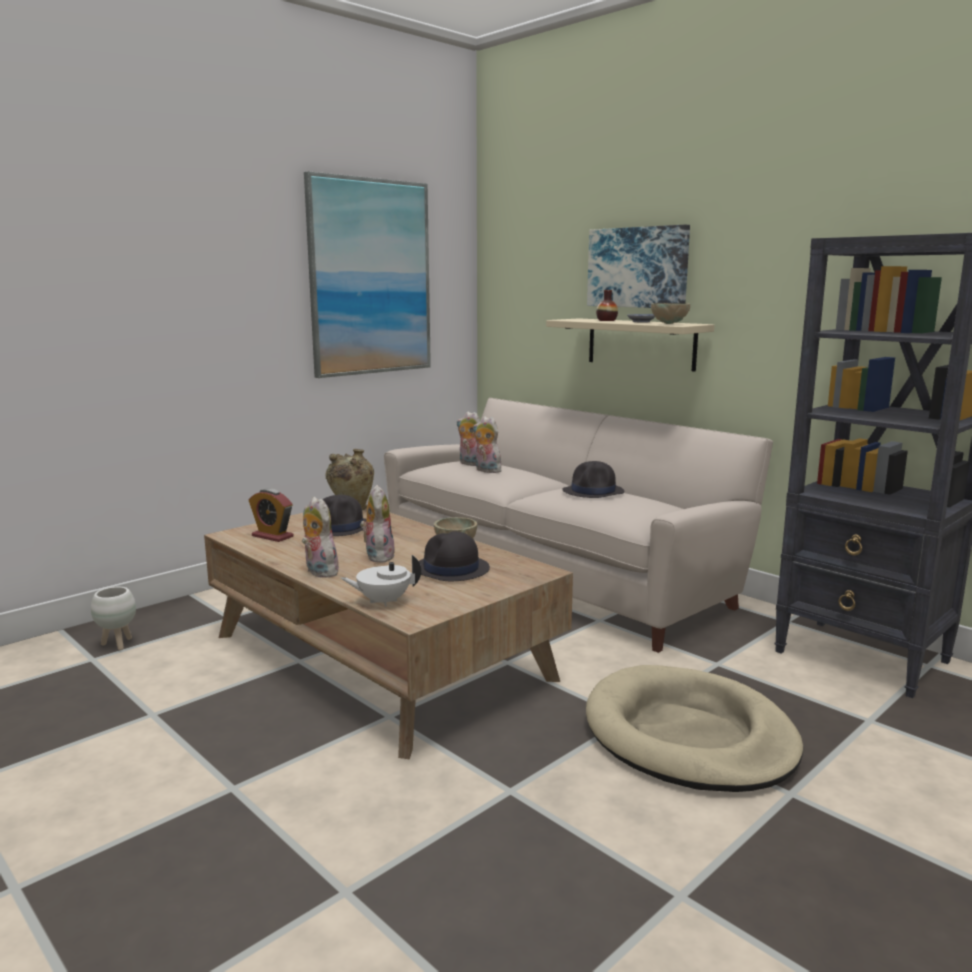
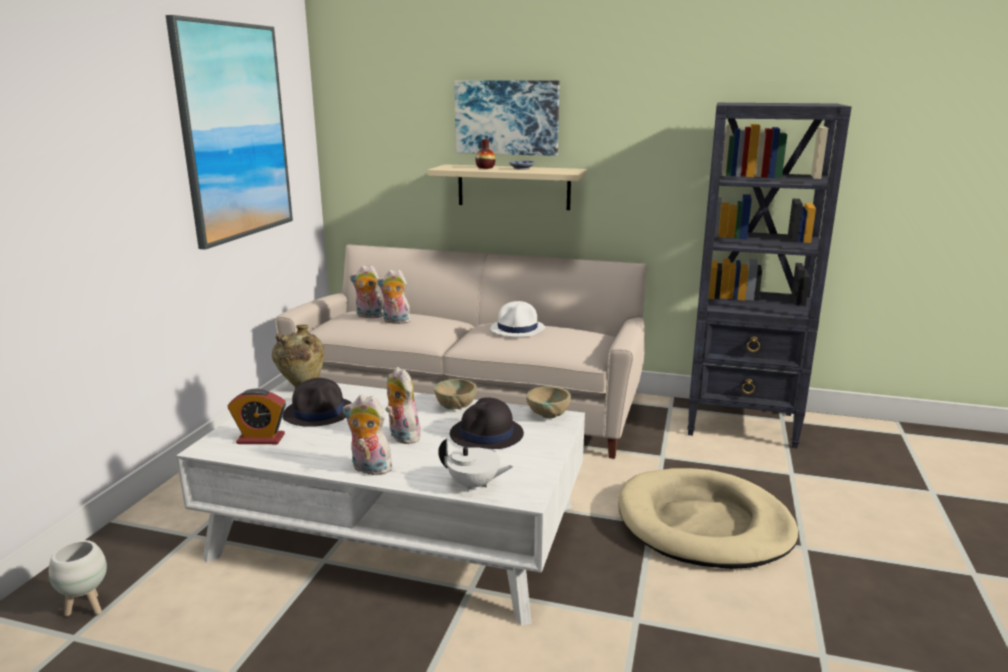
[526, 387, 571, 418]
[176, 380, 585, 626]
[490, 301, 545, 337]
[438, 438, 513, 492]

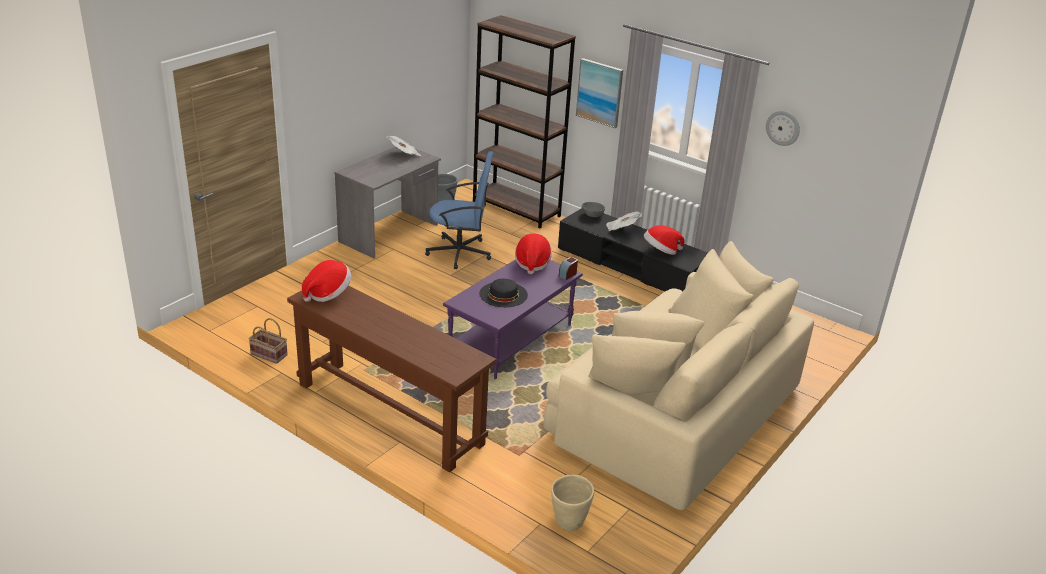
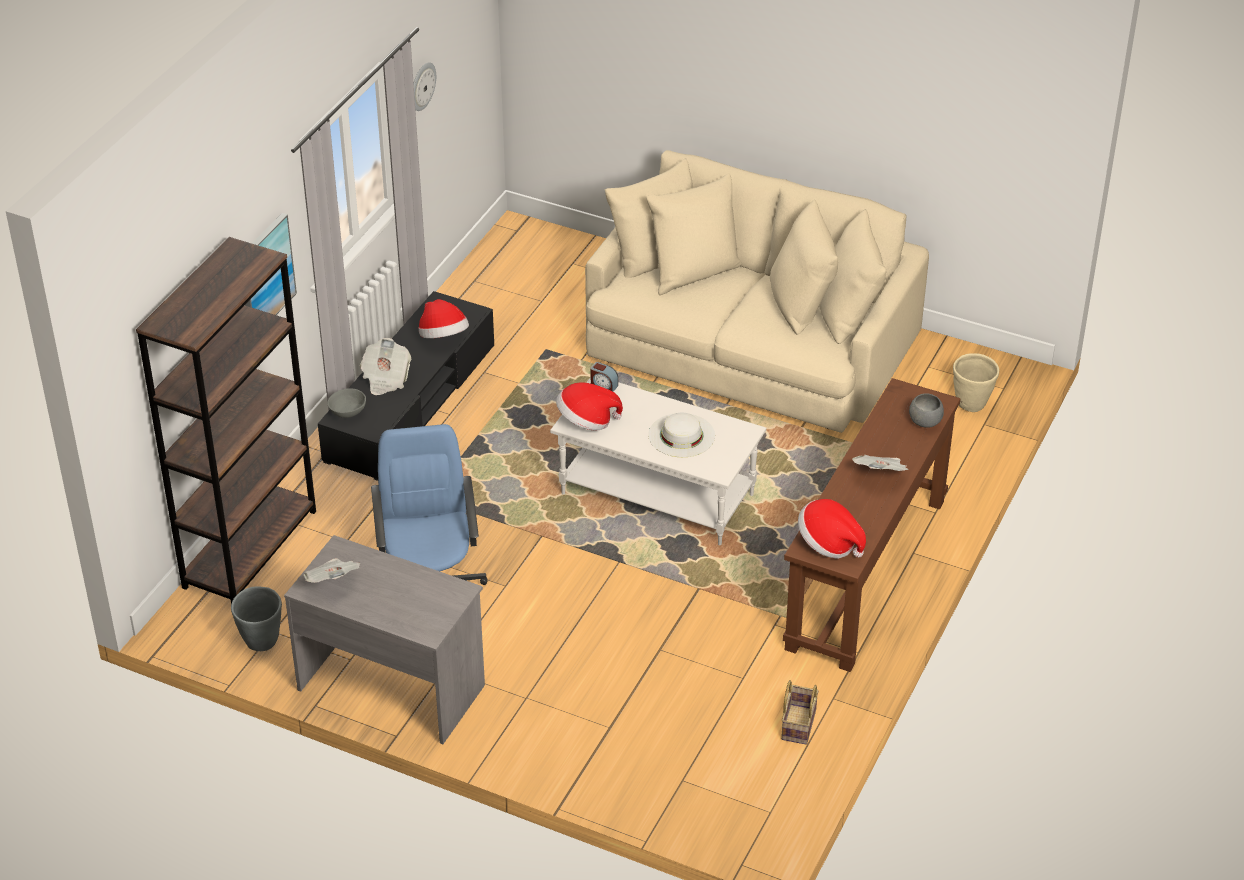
[852, 455, 909, 471]
[909, 394, 944, 428]
[550, 377, 766, 546]
[648, 413, 715, 457]

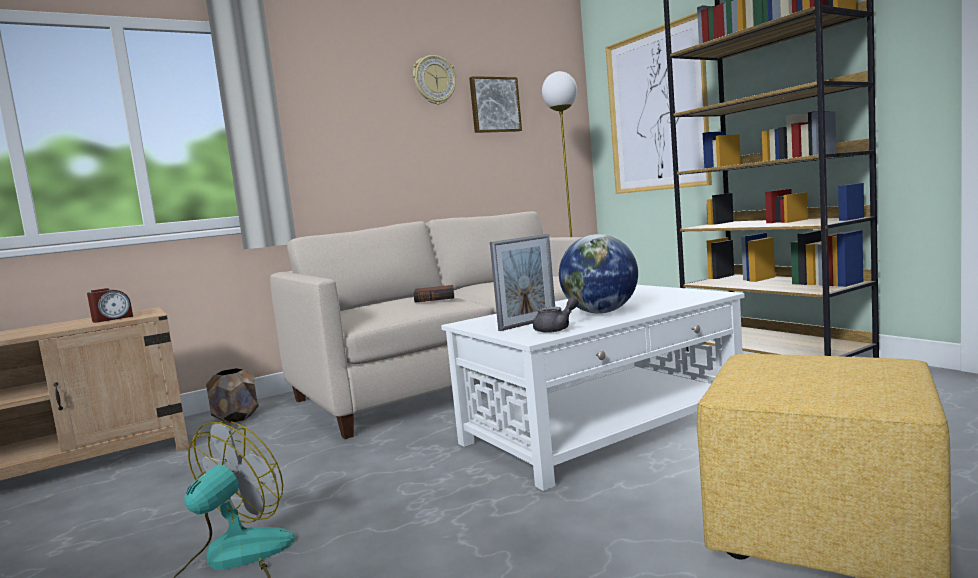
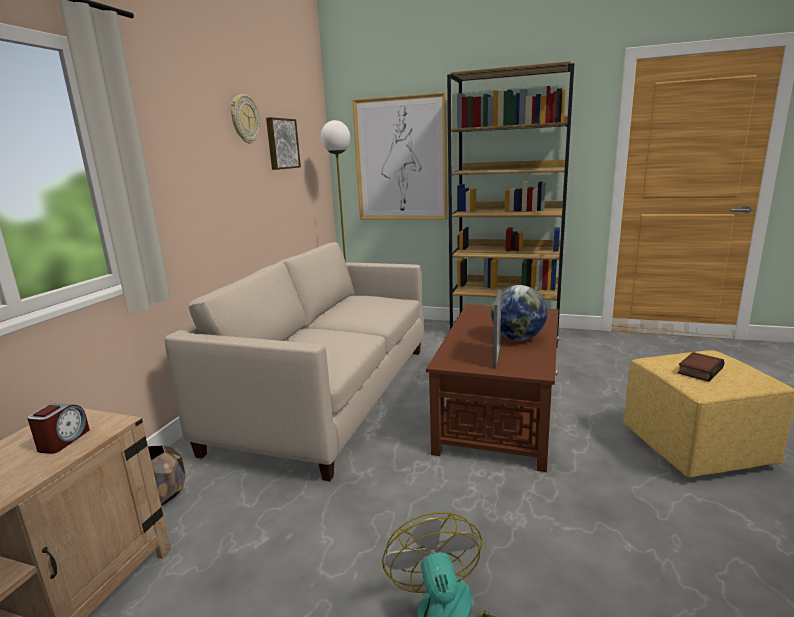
[533, 297, 579, 333] (first image)
[677, 352, 725, 382]
[426, 304, 559, 472]

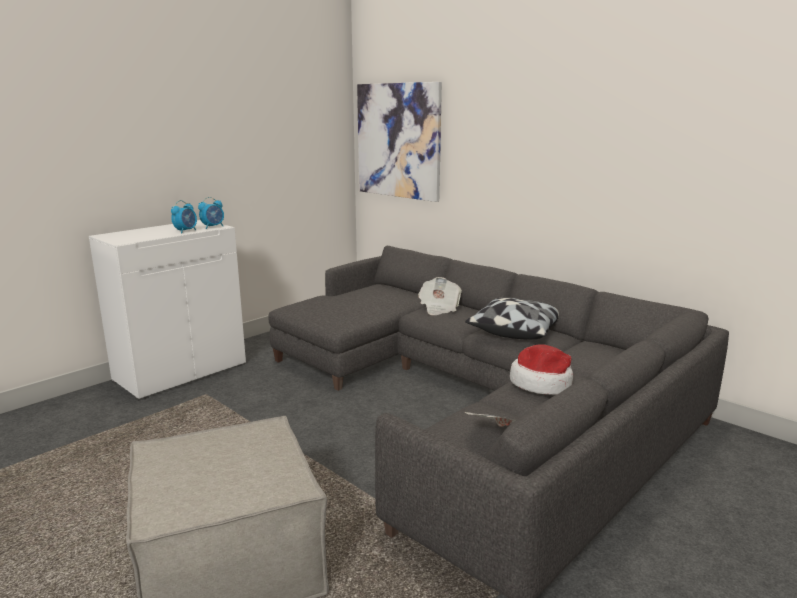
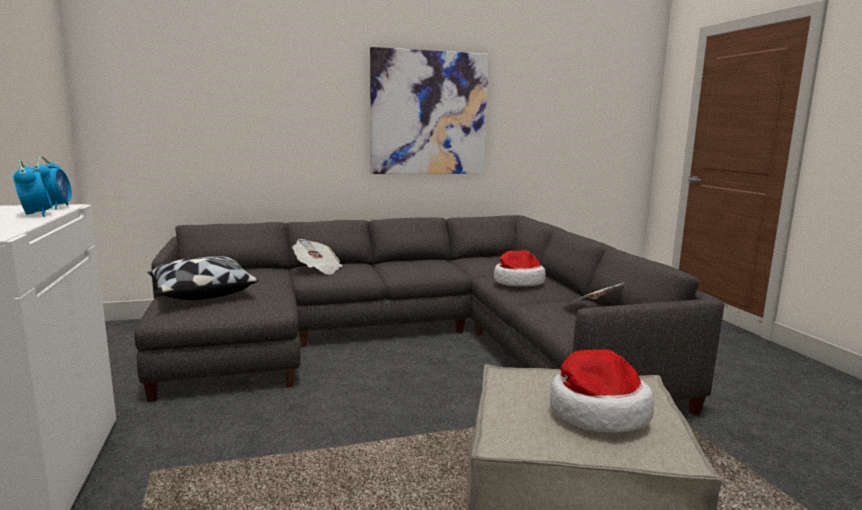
[550, 349, 654, 433]
[370, 47, 489, 174]
[148, 256, 258, 300]

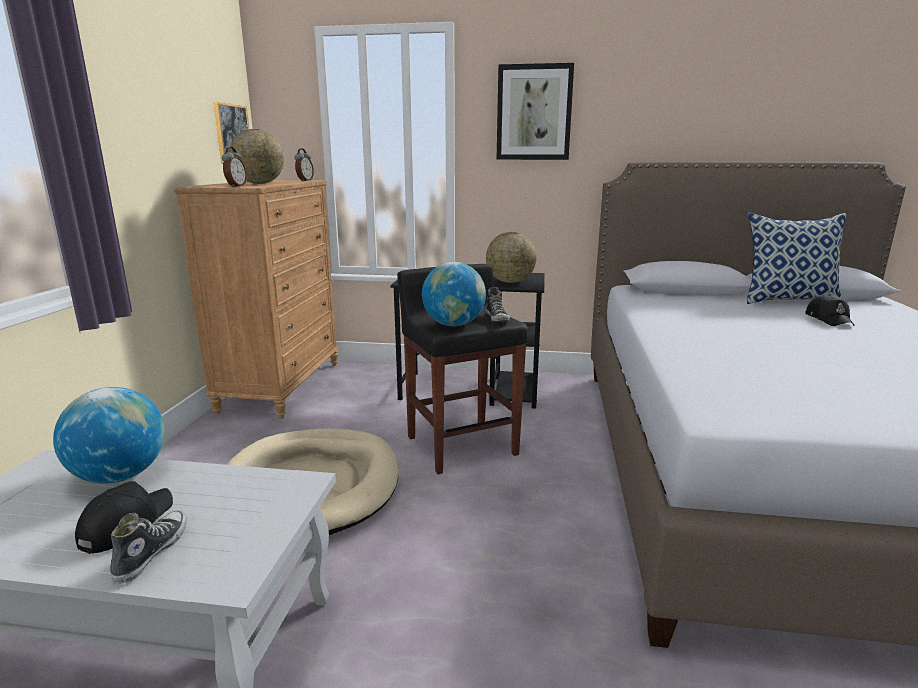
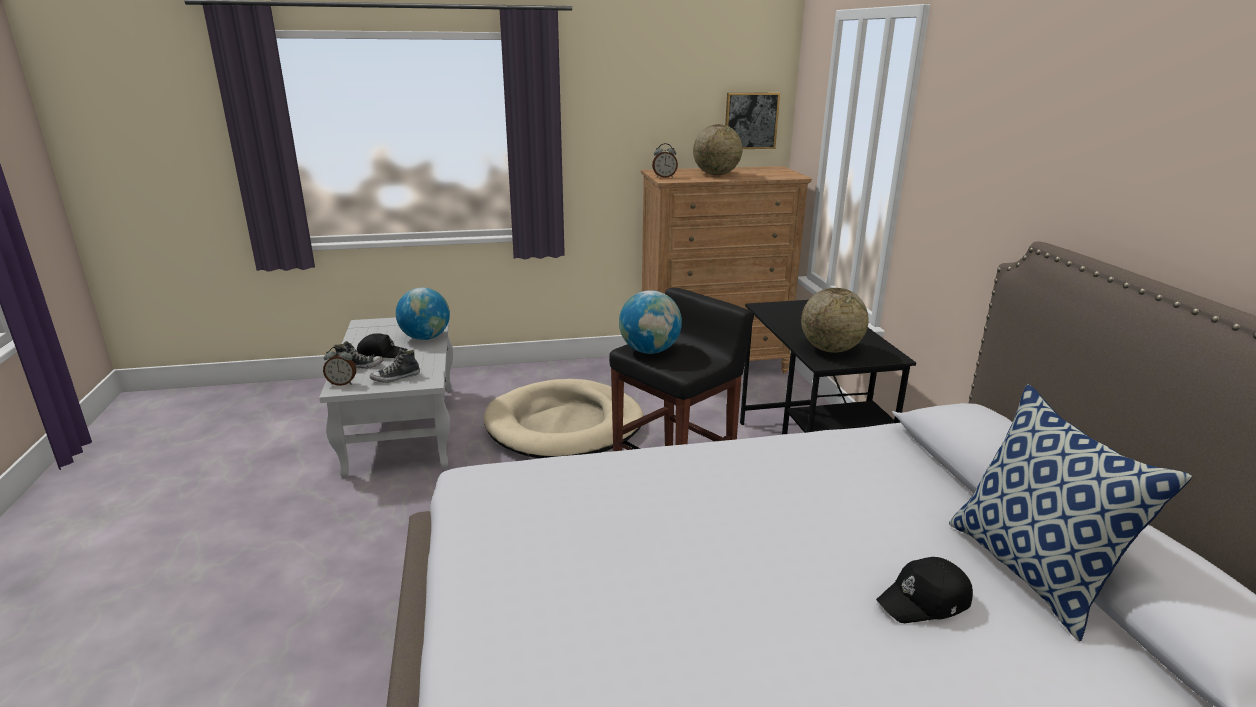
[497, 63, 574, 160] (first image)
[323, 346, 356, 386]
[370, 349, 420, 383]

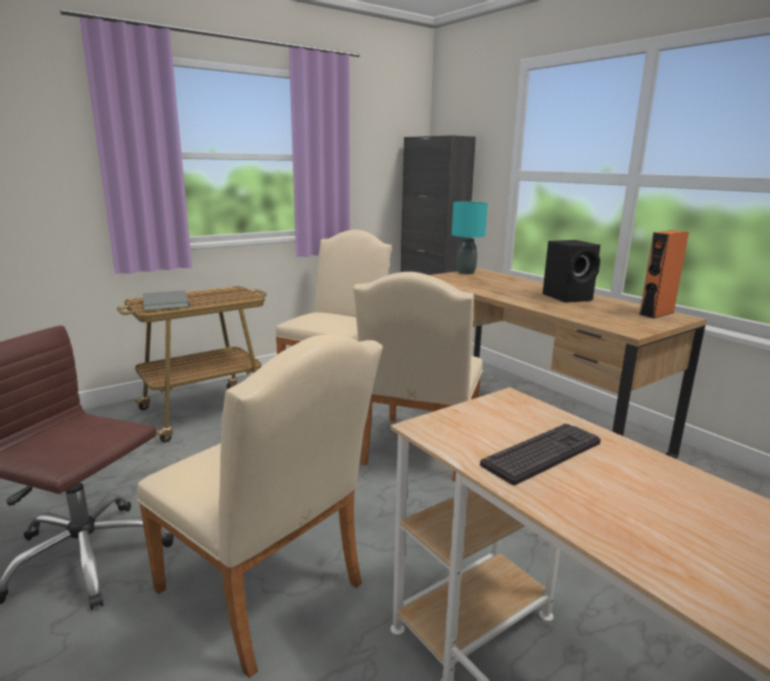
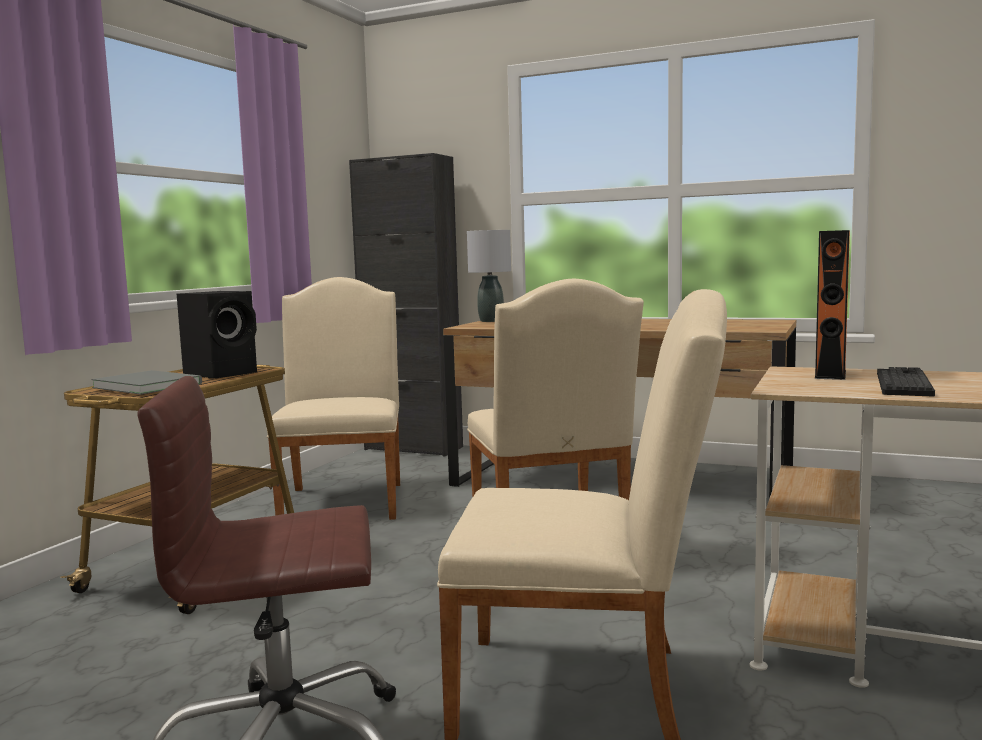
[177, 291, 257, 379]
[814, 230, 850, 380]
[467, 230, 511, 322]

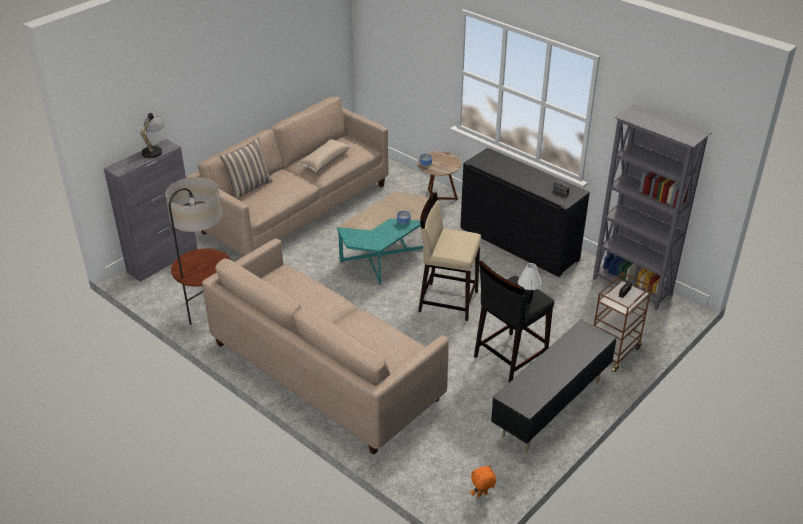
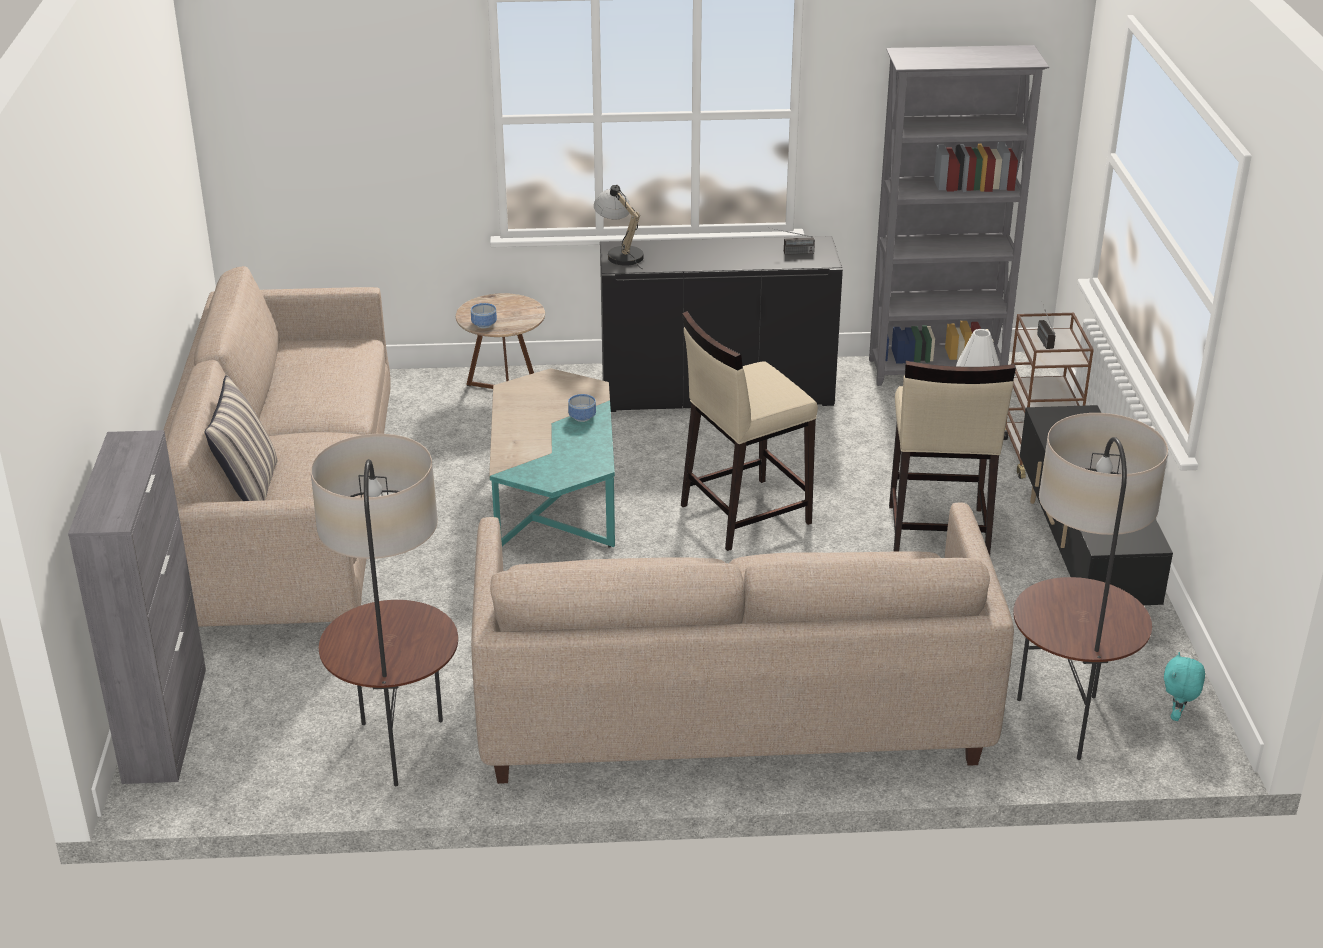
[298, 139, 351, 172] (first image)
[1013, 413, 1168, 760]
[594, 185, 644, 269]
[1164, 652, 1205, 721]
[889, 361, 1016, 555]

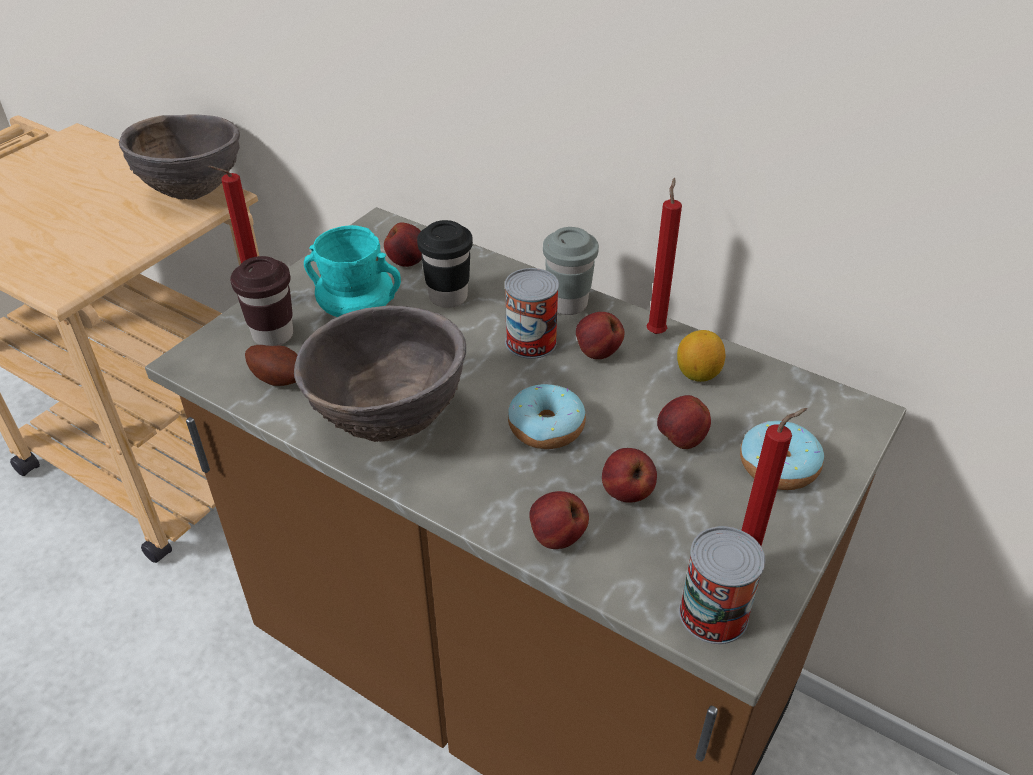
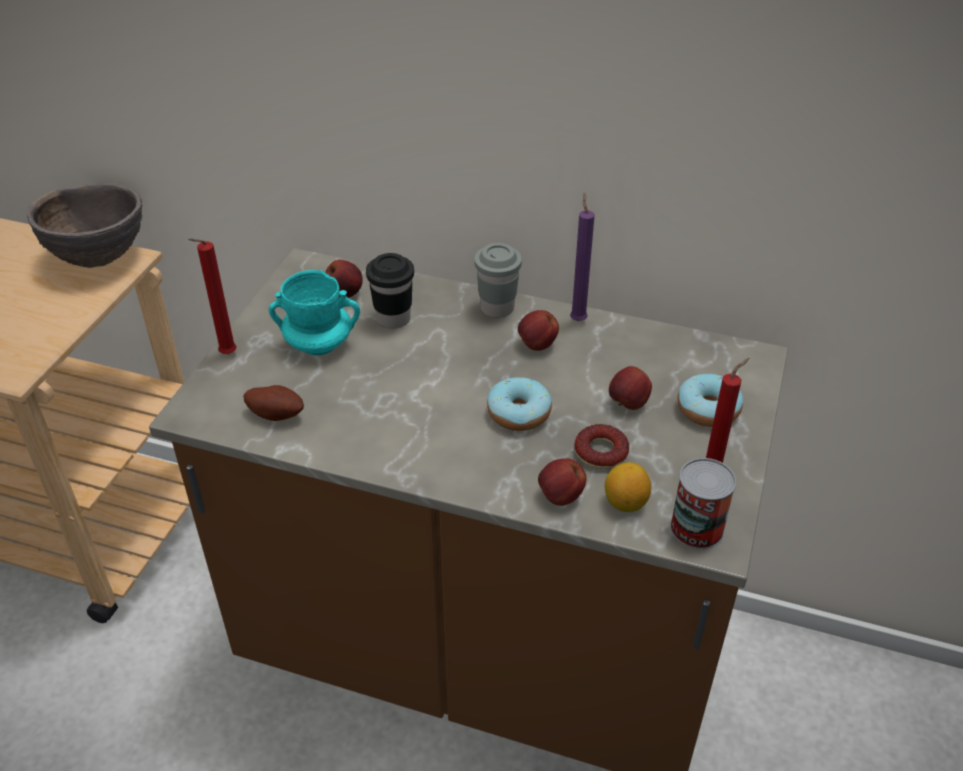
[230, 256, 293, 346] (first image)
[294, 305, 466, 442] (first image)
[505, 268, 559, 359] (first image)
[605, 462, 651, 512]
[574, 424, 629, 469]
[570, 193, 595, 321]

